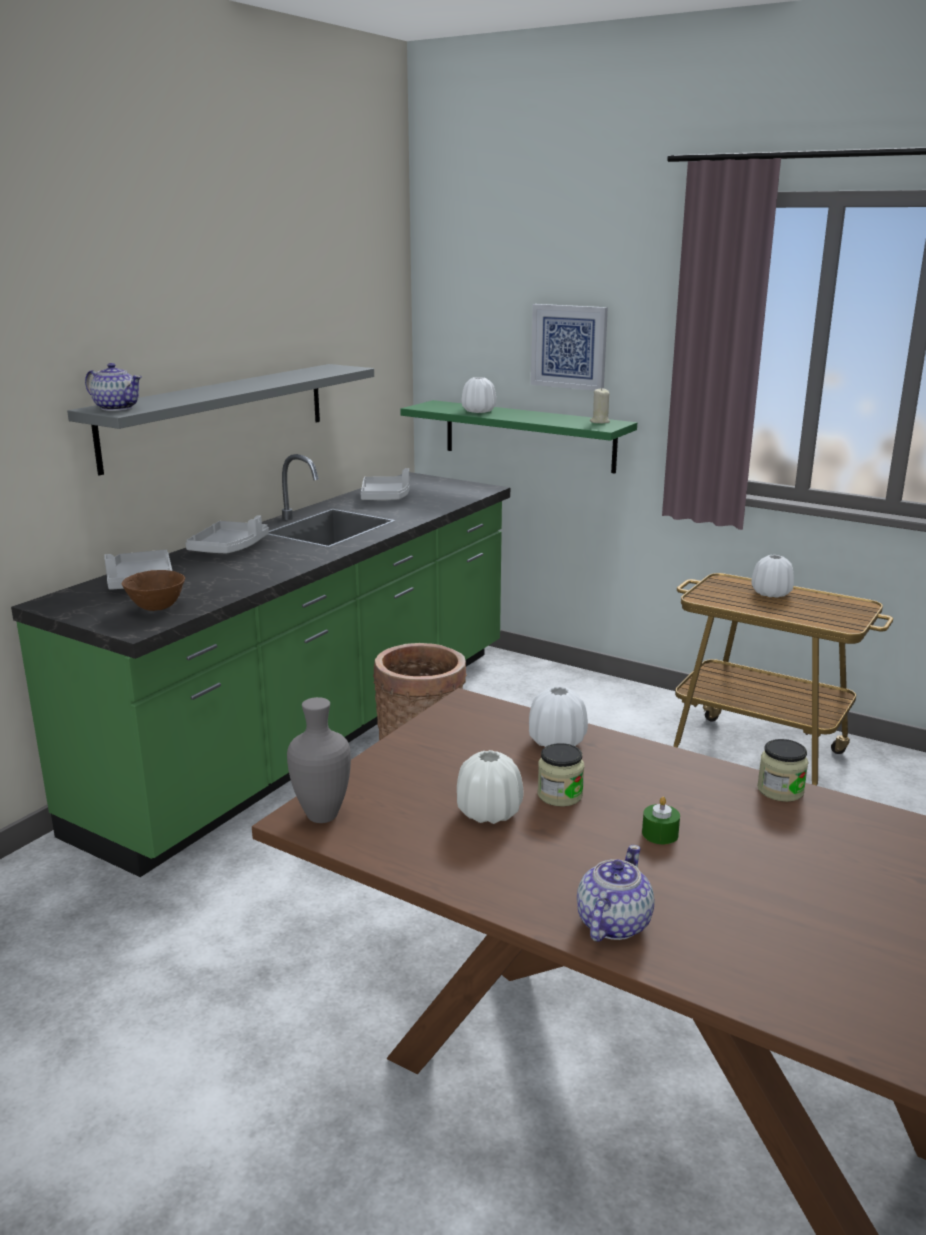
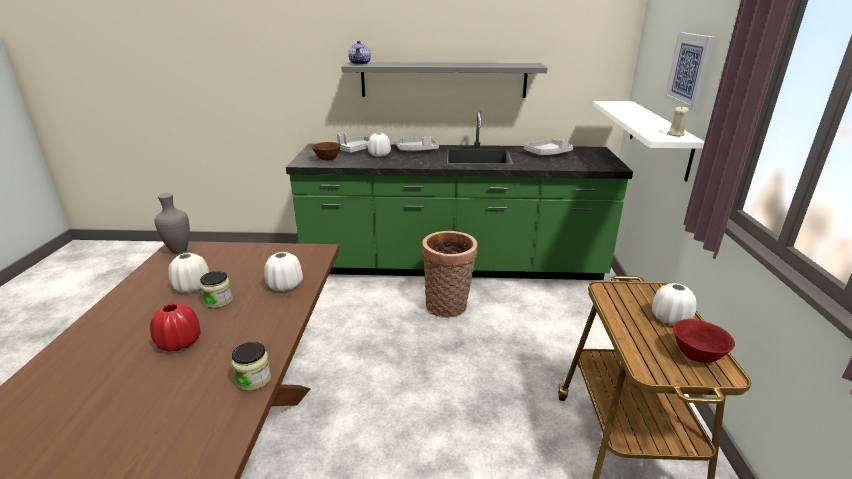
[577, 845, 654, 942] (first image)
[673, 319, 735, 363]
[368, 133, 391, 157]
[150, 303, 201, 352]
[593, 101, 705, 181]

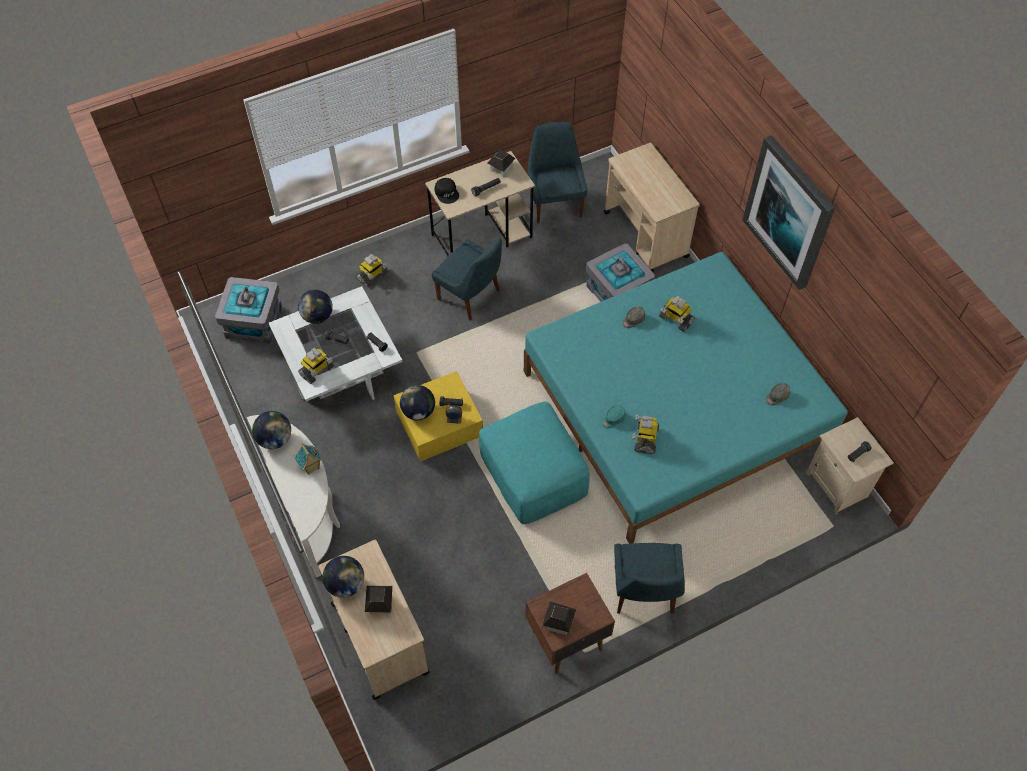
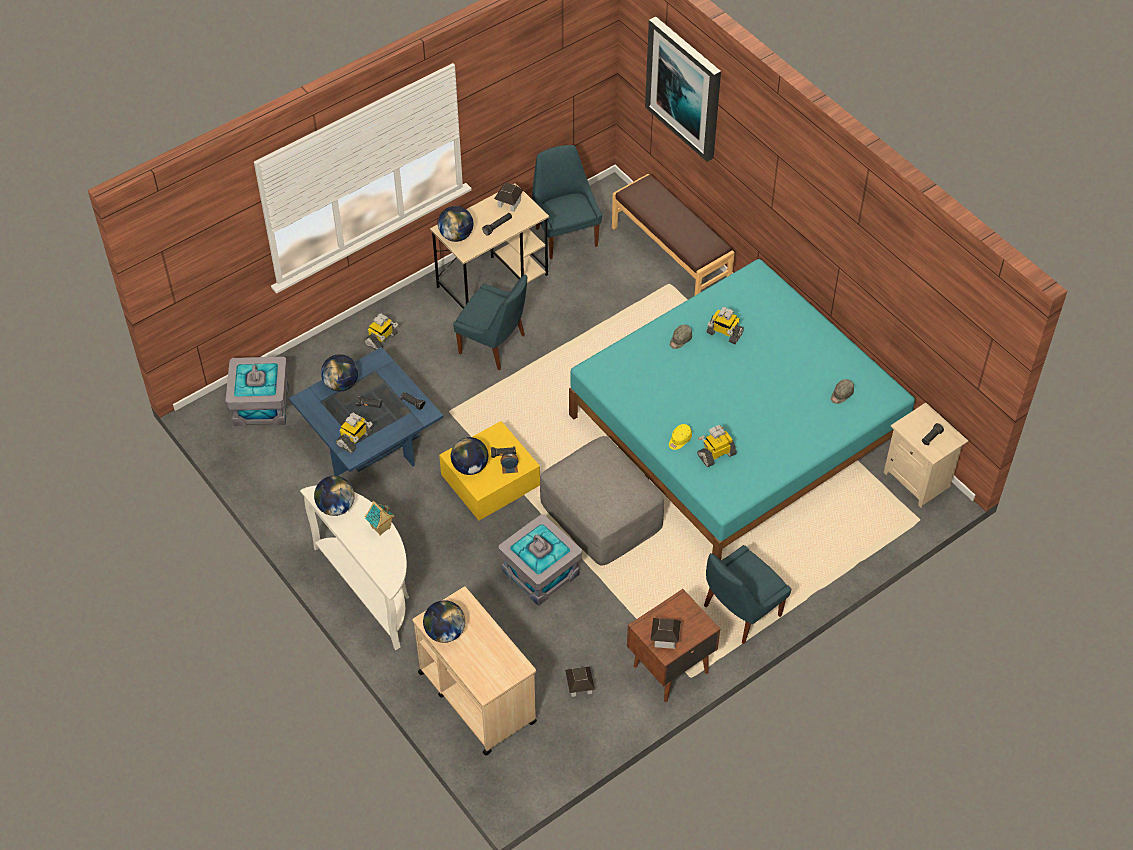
[565, 666, 595, 697]
[499, 514, 582, 606]
[645, 16, 721, 162]
[438, 206, 473, 242]
[612, 174, 735, 295]
[289, 347, 444, 476]
[540, 436, 664, 565]
[669, 424, 692, 450]
[704, 545, 792, 644]
[697, 425, 737, 467]

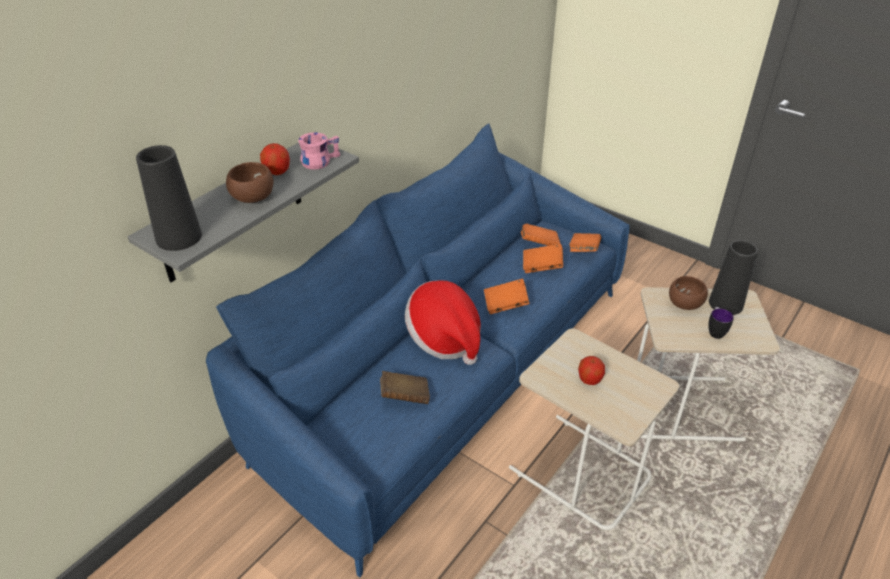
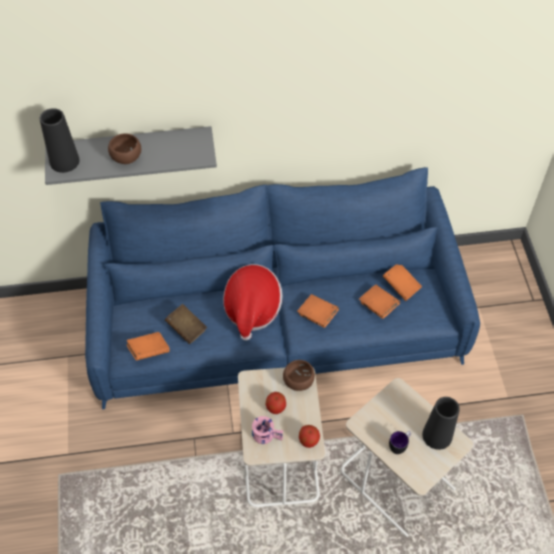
[299, 425, 320, 448]
[252, 416, 283, 444]
[127, 332, 170, 361]
[283, 360, 315, 391]

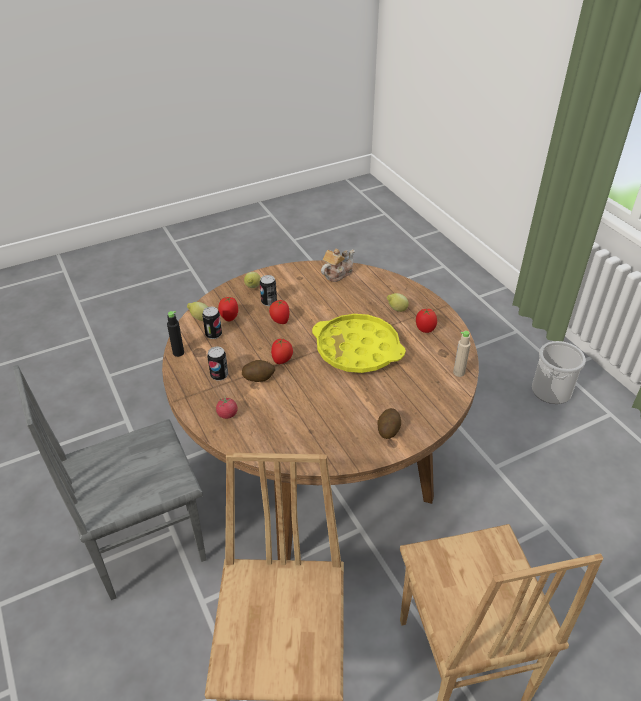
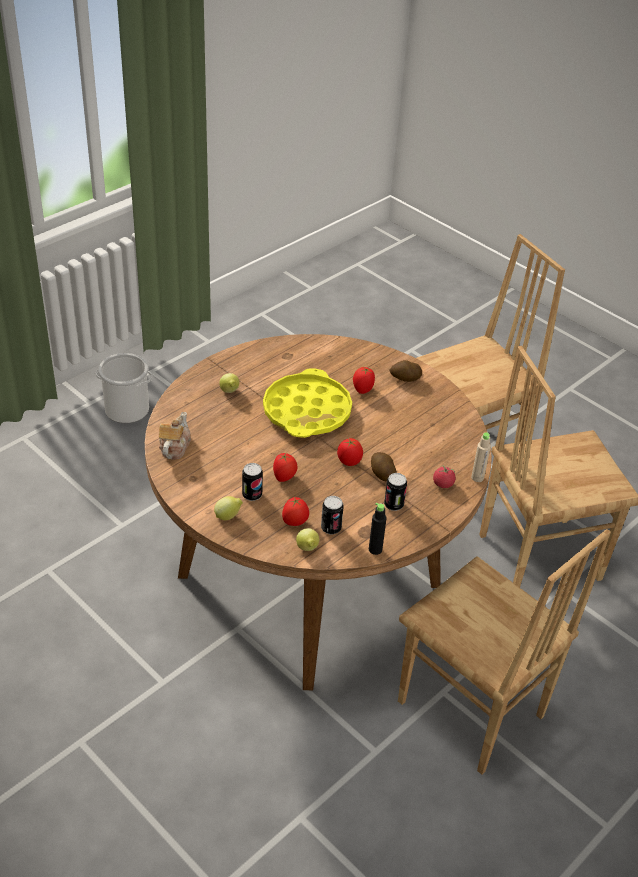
[353, 367, 375, 394]
[471, 432, 491, 482]
[398, 529, 611, 775]
[159, 412, 191, 460]

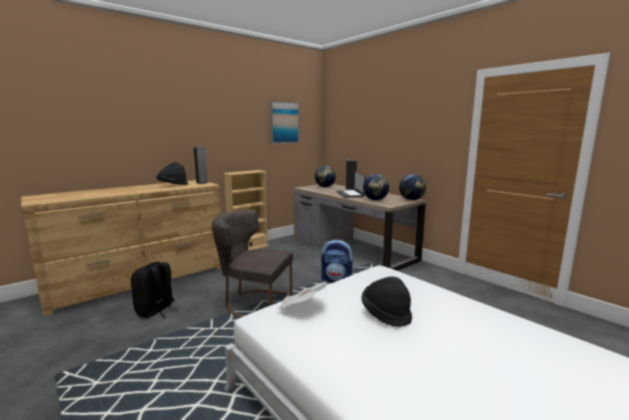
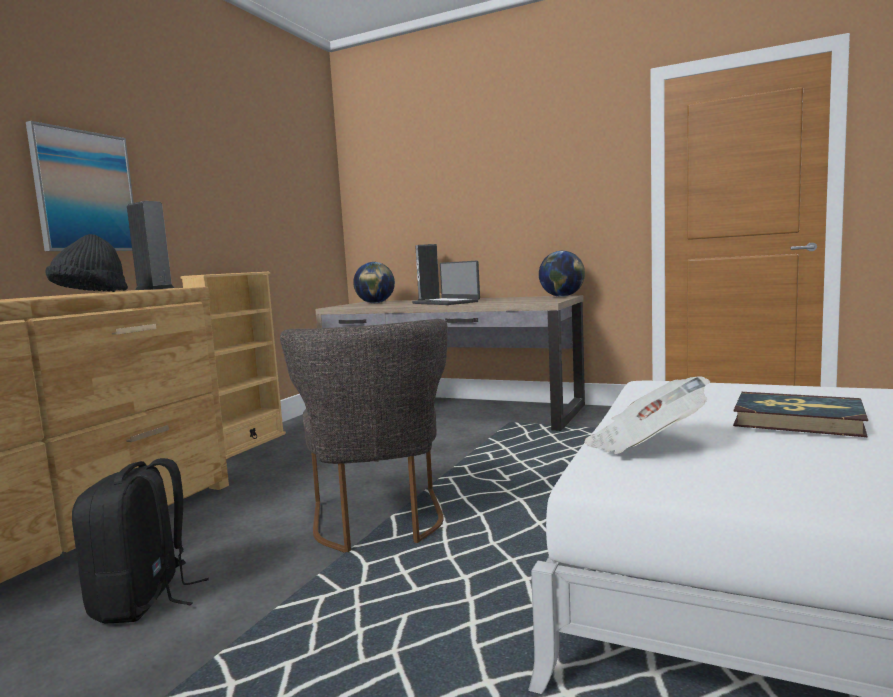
[321, 240, 354, 282] (first image)
[363, 174, 389, 200] (first image)
[26, 121, 134, 251]
[733, 392, 868, 437]
[280, 319, 448, 553]

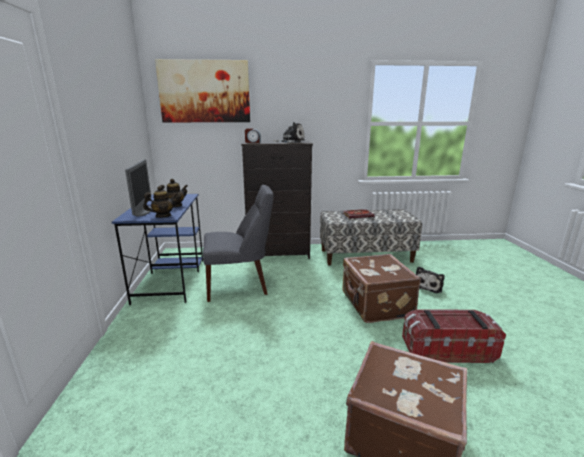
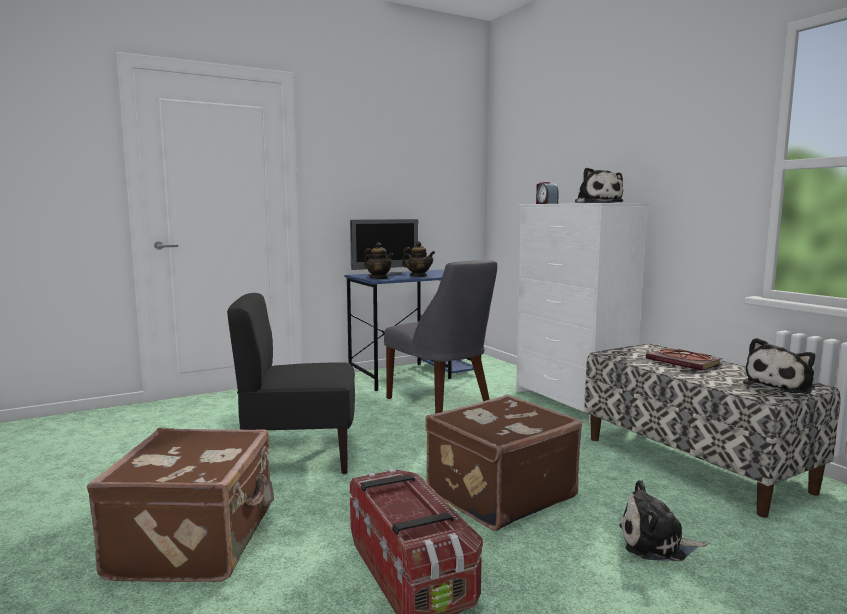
[155, 59, 250, 122] (first image)
[227, 293, 355, 474]
[743, 338, 815, 394]
[516, 203, 648, 423]

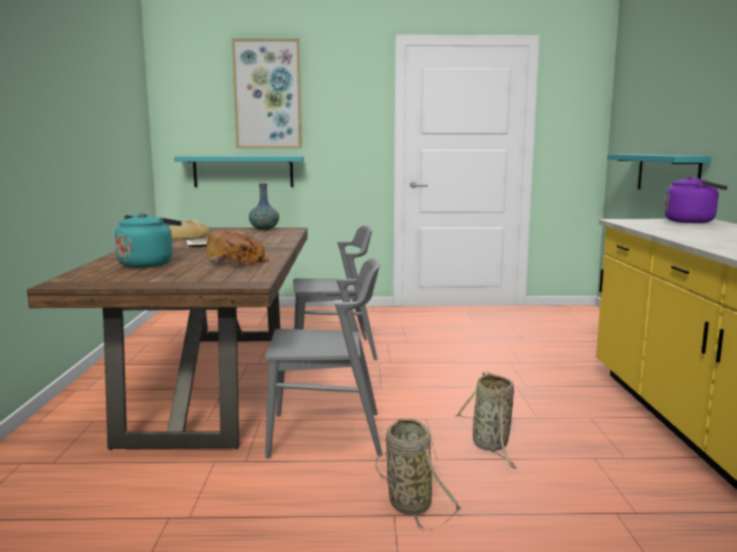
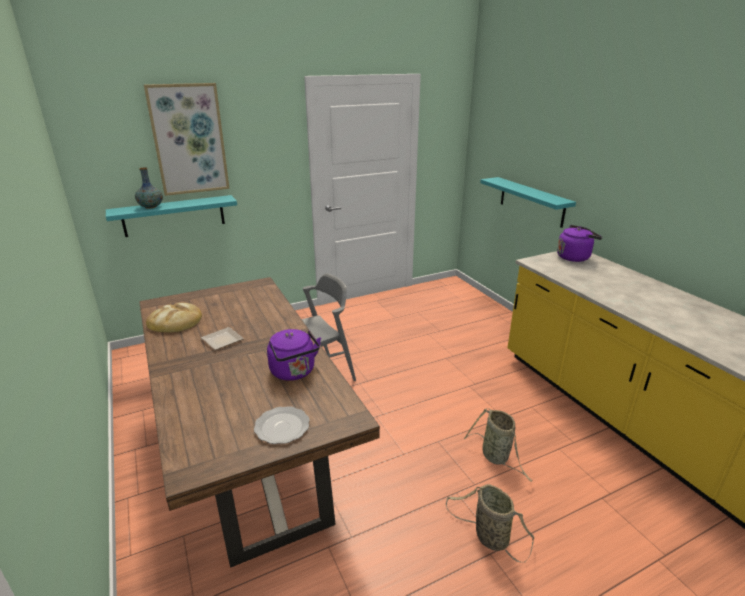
[115, 213, 182, 268] (first image)
[264, 258, 383, 459] (first image)
[254, 406, 310, 444]
[135, 168, 163, 209]
[267, 329, 321, 381]

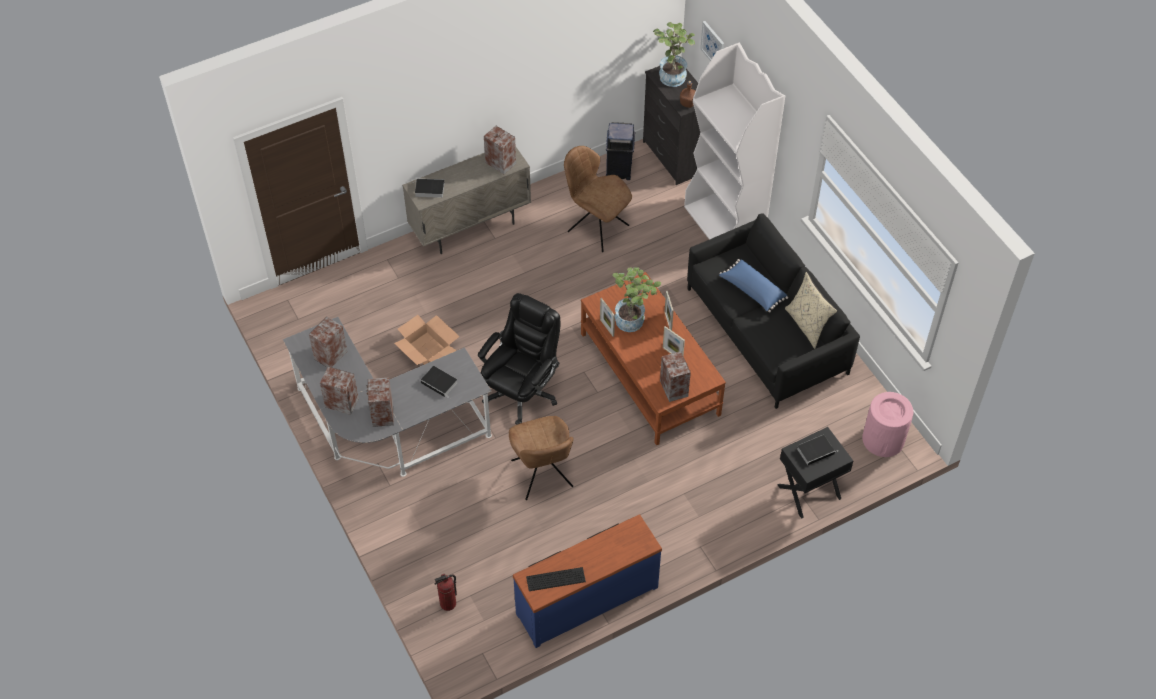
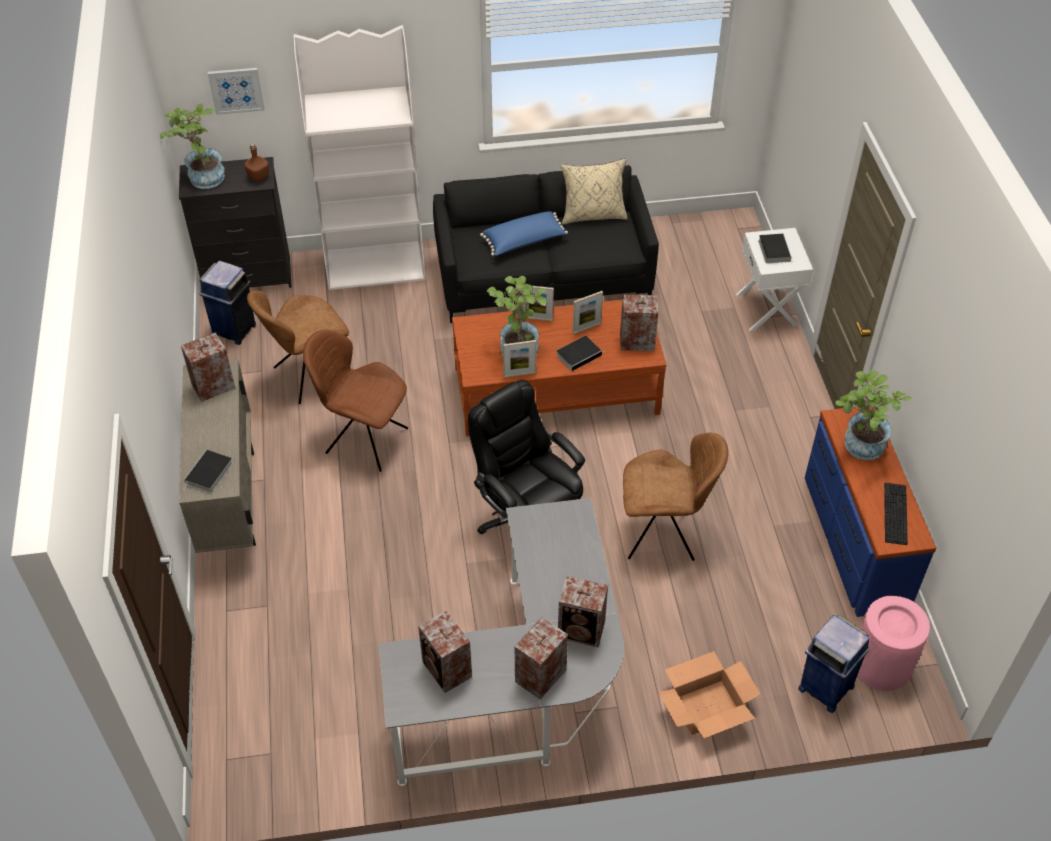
[303, 329, 408, 472]
[836, 370, 911, 460]
[658, 651, 761, 738]
[556, 335, 604, 371]
[857, 596, 930, 691]
[798, 615, 870, 713]
[736, 228, 813, 331]

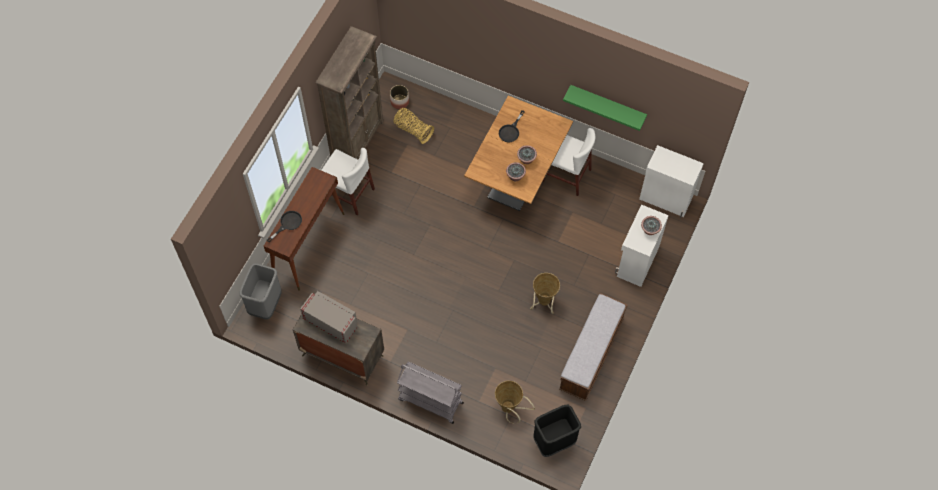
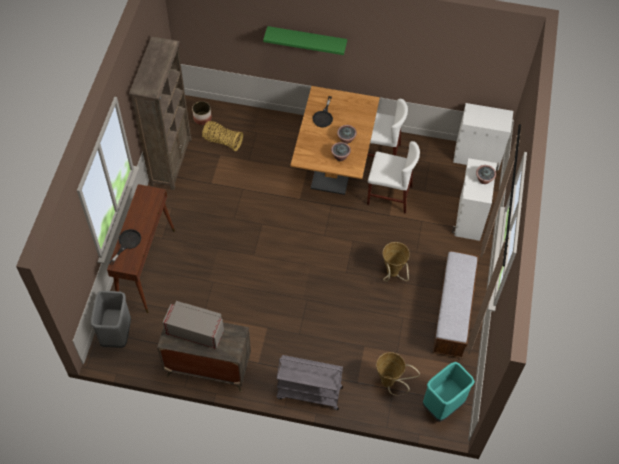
[367, 141, 420, 214]
[263, 26, 347, 55]
[422, 362, 475, 422]

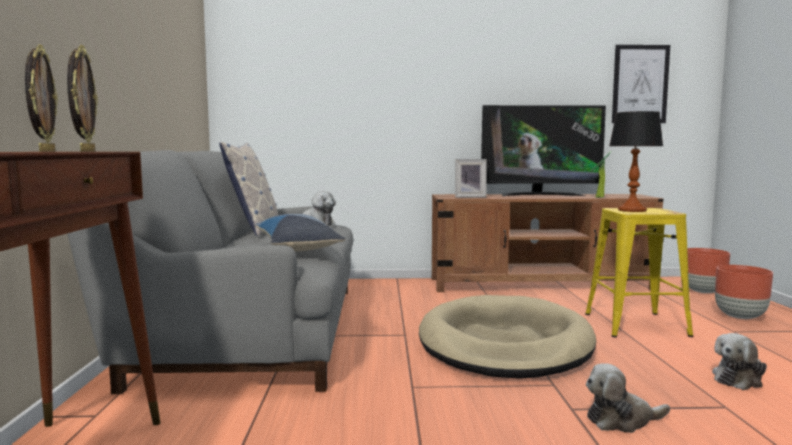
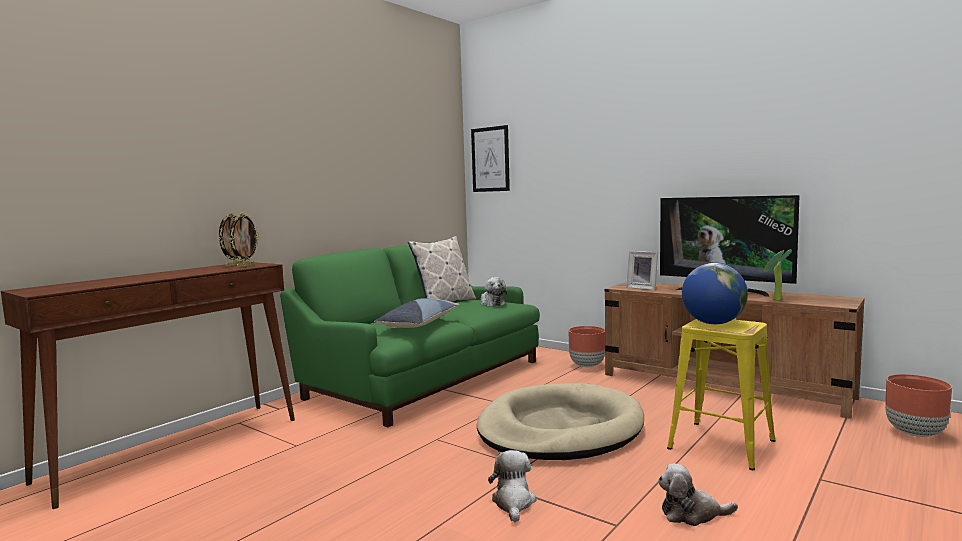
[471, 125, 510, 192]
[569, 326, 605, 367]
[682, 263, 748, 324]
[280, 241, 540, 427]
[488, 450, 536, 523]

